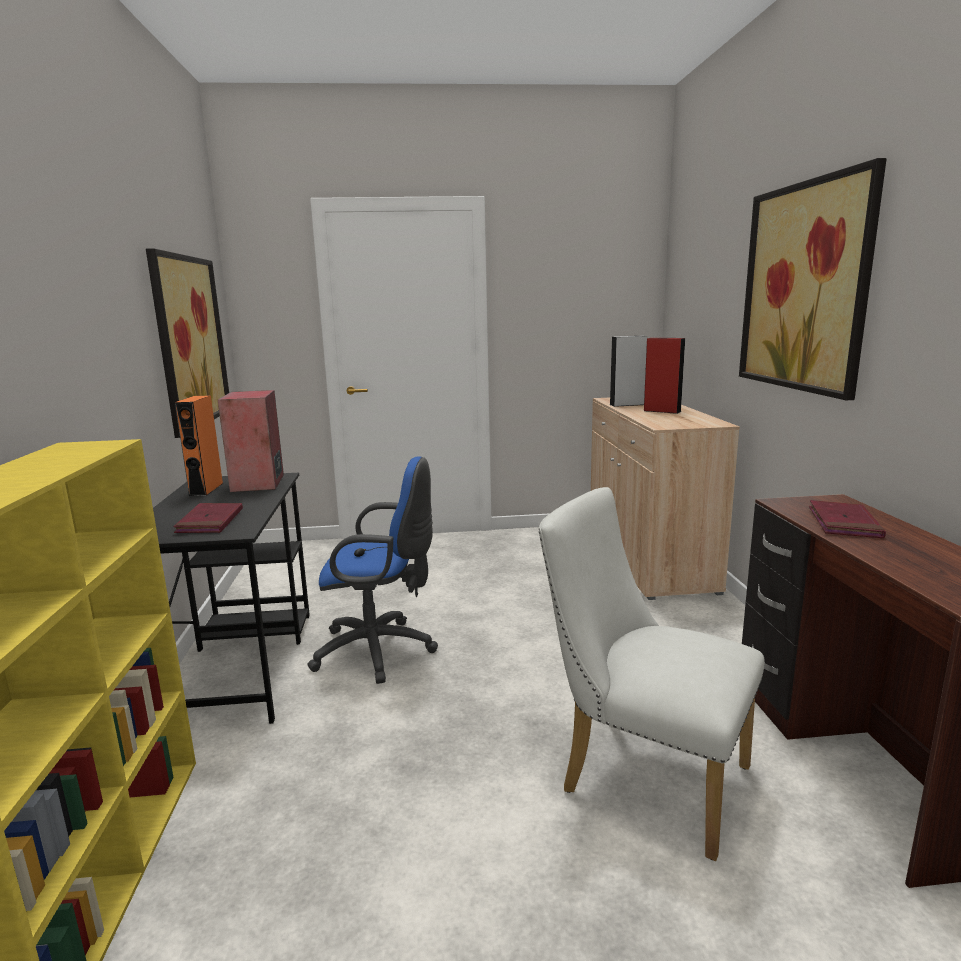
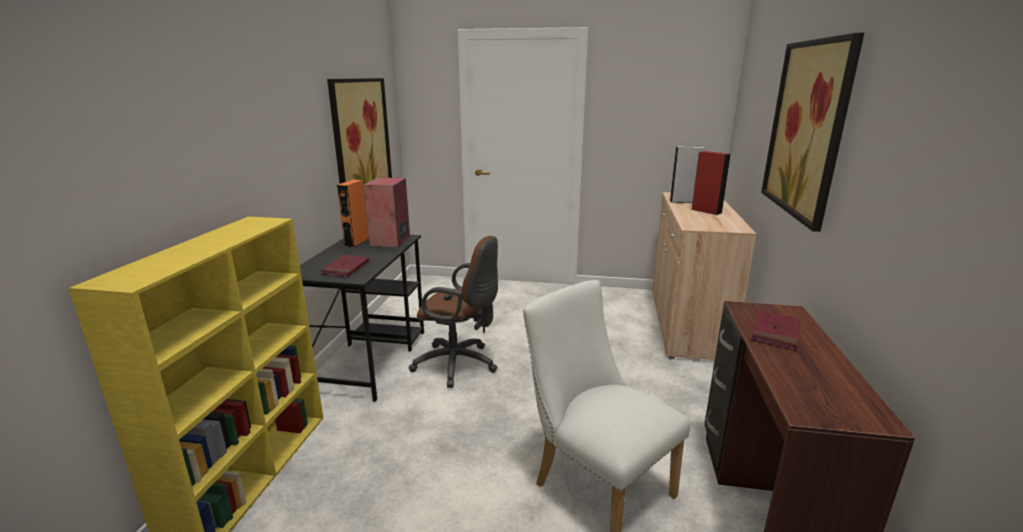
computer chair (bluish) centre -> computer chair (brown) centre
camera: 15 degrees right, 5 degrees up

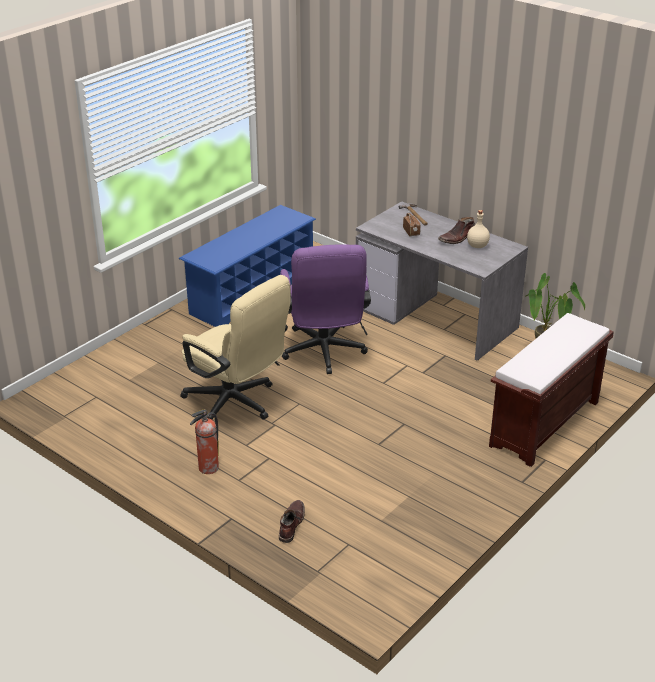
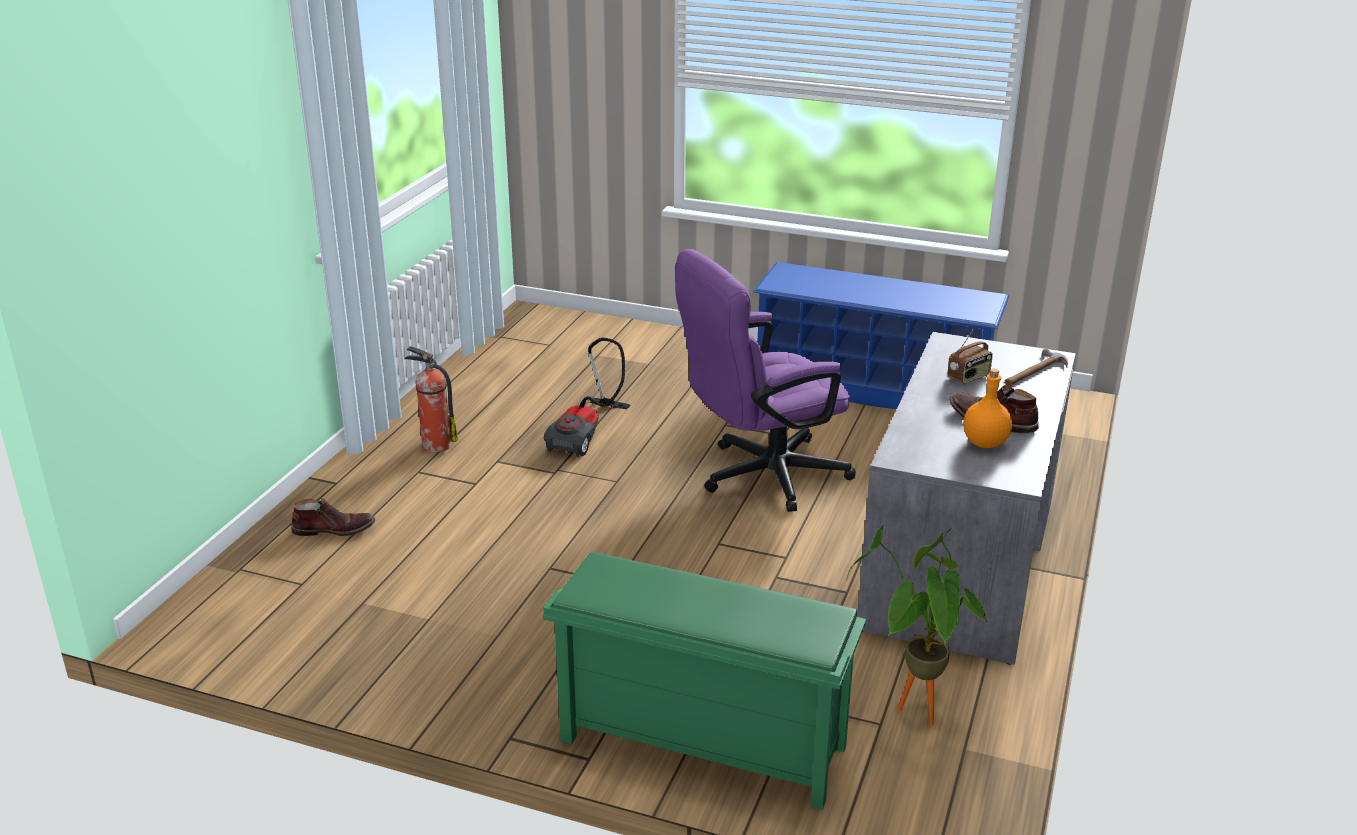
long seat (brown) middle right -> shoe shelf (greenish) bottom centre
computer chair (sand-coloured) centre -> vacuum centre
drink bottle (sand-coloured) middle right -> drink bottle (orange-coloured) middle right
camera: 70 degrees right, 5 degrees down

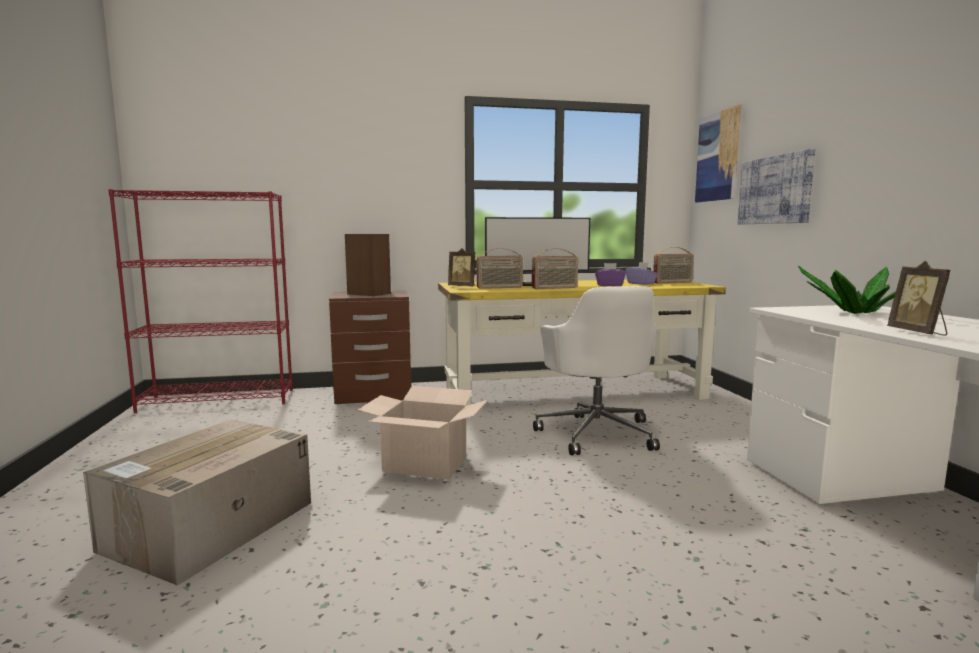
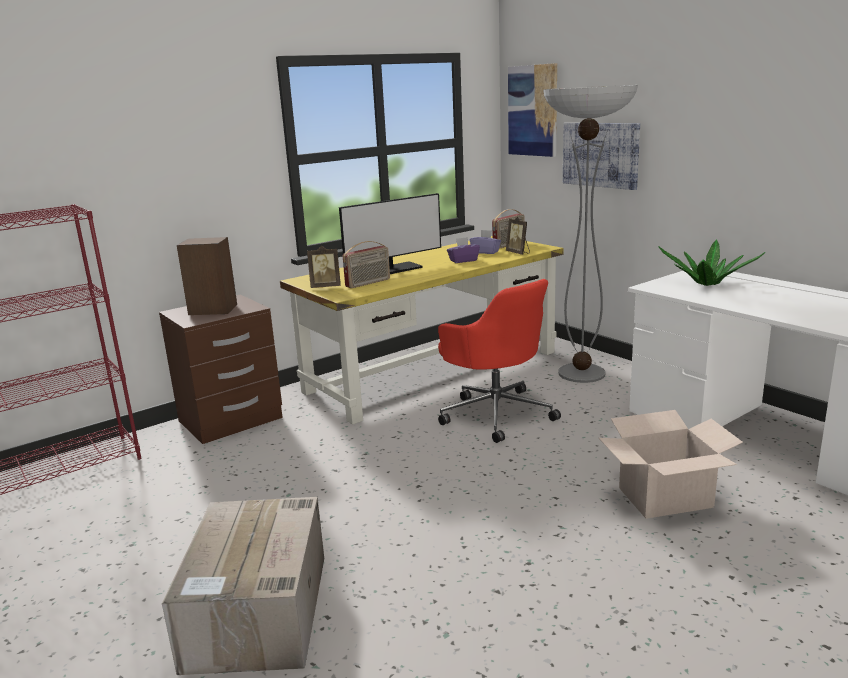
computer chair (white-coloured) centre -> computer chair (red) centre
standing frame (no. 2 from left) middle right -> standing frame (no. 2 from left) centre, relocated
none -> floor lamp middle right
packing box (no. 2 from left) centre -> packing box (no. 2 from left) bottom right, relocated
radio receiver (no. 2 from left) centre -> none
camera: 25 degrees left, 10 degrees up

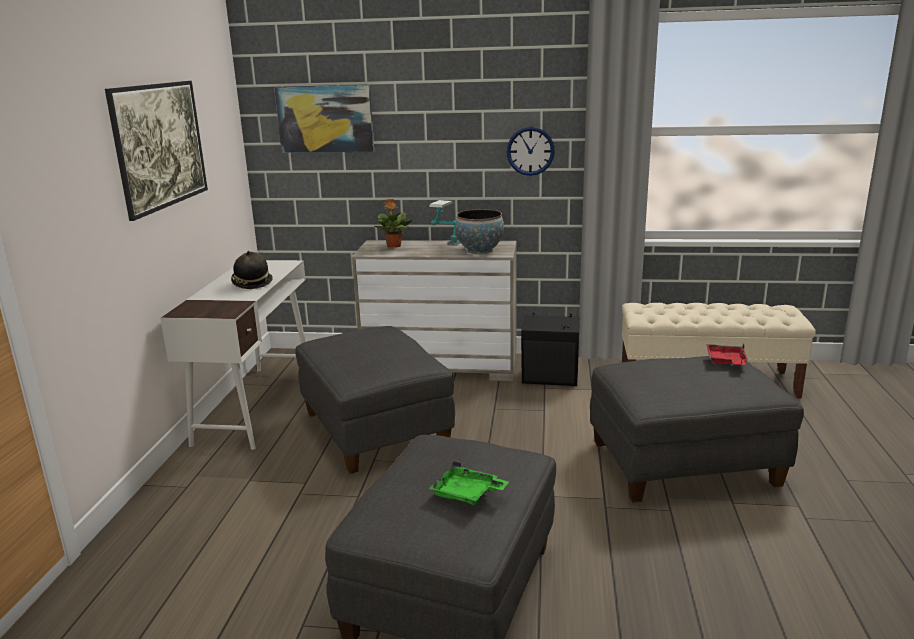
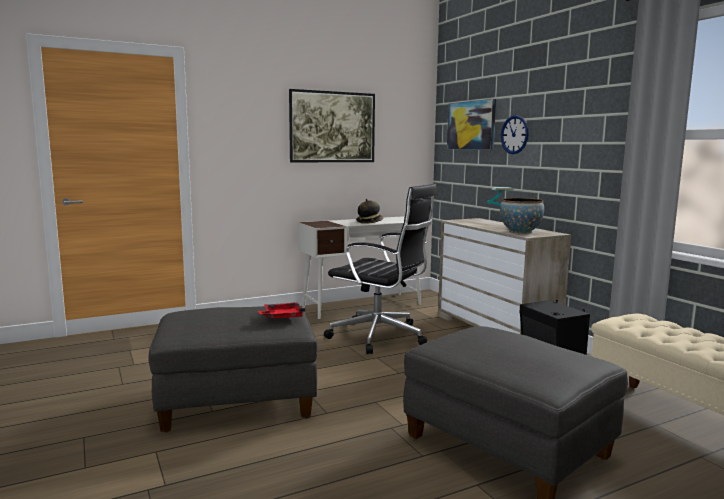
serving tray (red) middle right -> serving tray (red) centre, relocated
footrest (greyish) (no. 1 from left) centre -> computer chair (blackish) centre
wall clock top centre -> wall clock top right, relocated
houseplant centre -> none
serving tray (greenish) bottom centre -> none
camera: 55 degrees right, 10 degrees down

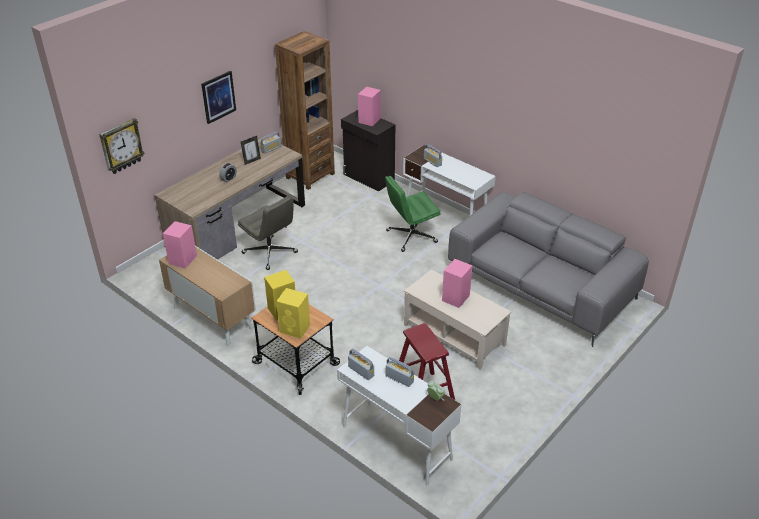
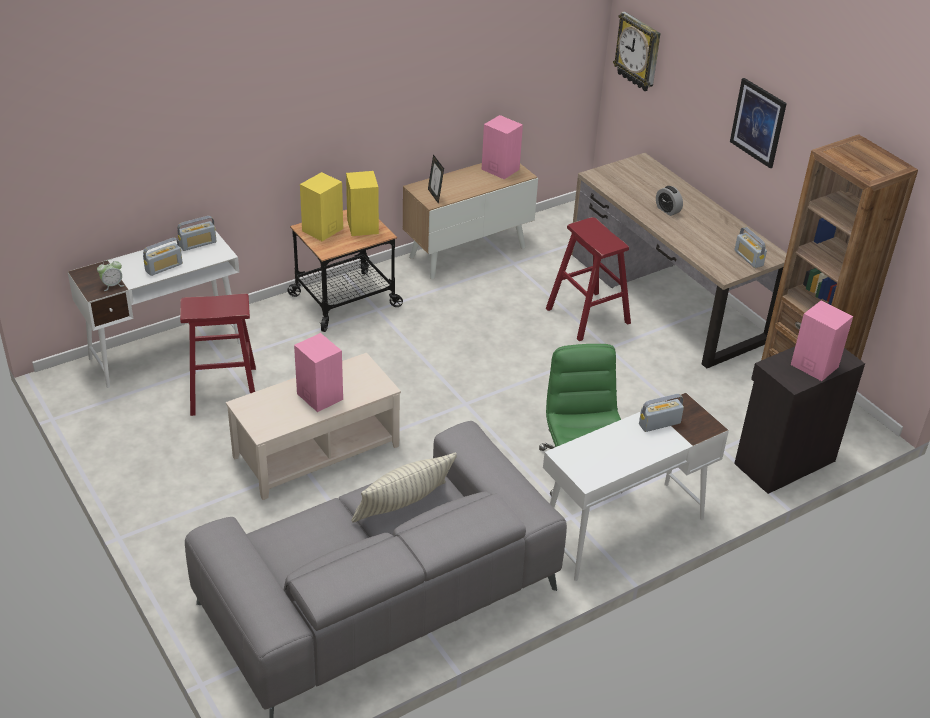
none -> cushion bottom centre
standing frame top left -> standing frame top centre, relocated
computer chair (greyish) centre -> sitting stool (red) (no. 2 from left) centre
camera: 105 degrees right, 0 degrees up

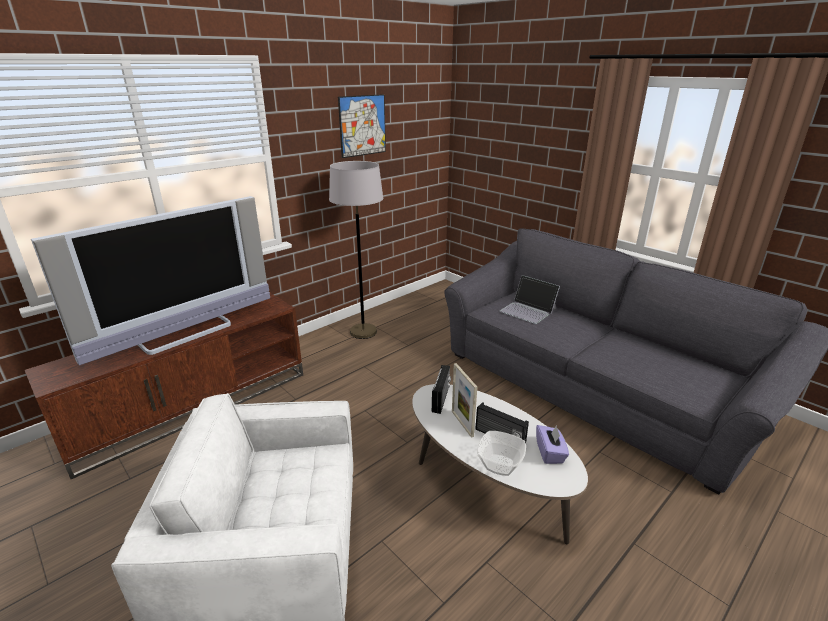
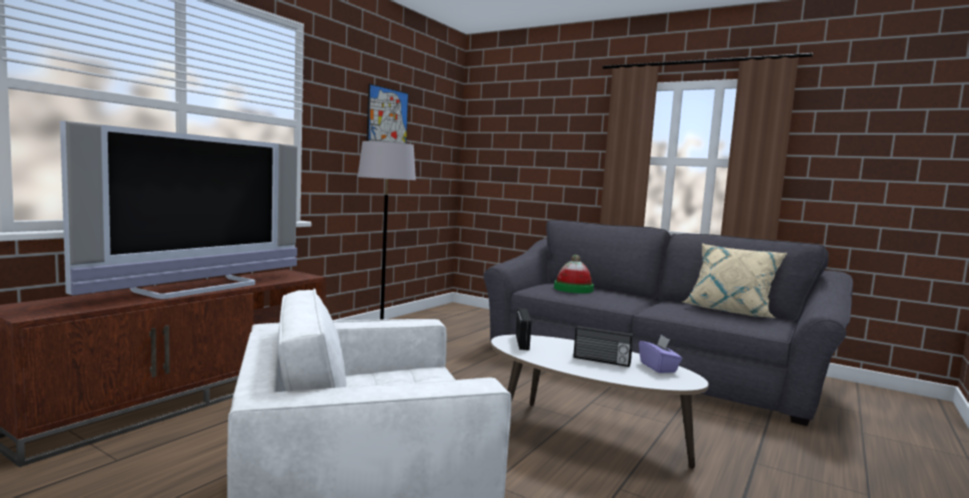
portable computer centre -> clothing hat centre
none -> cushion (sand-coloured) middle right
standing frame centre -> none
deep dish bottom centre -> none
camera: 15 degrees left, 20 degrees down

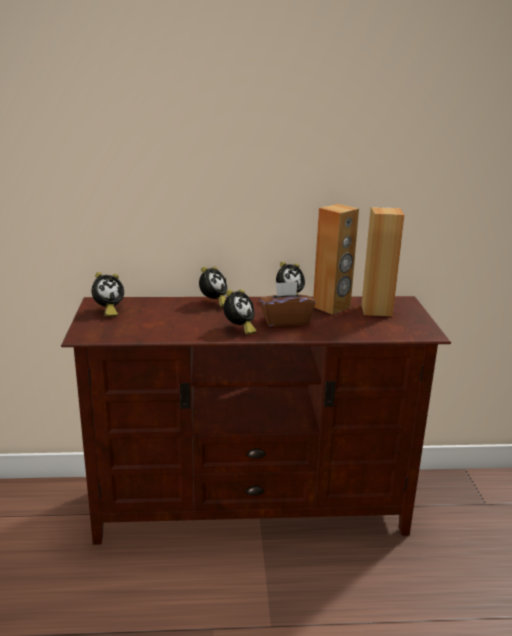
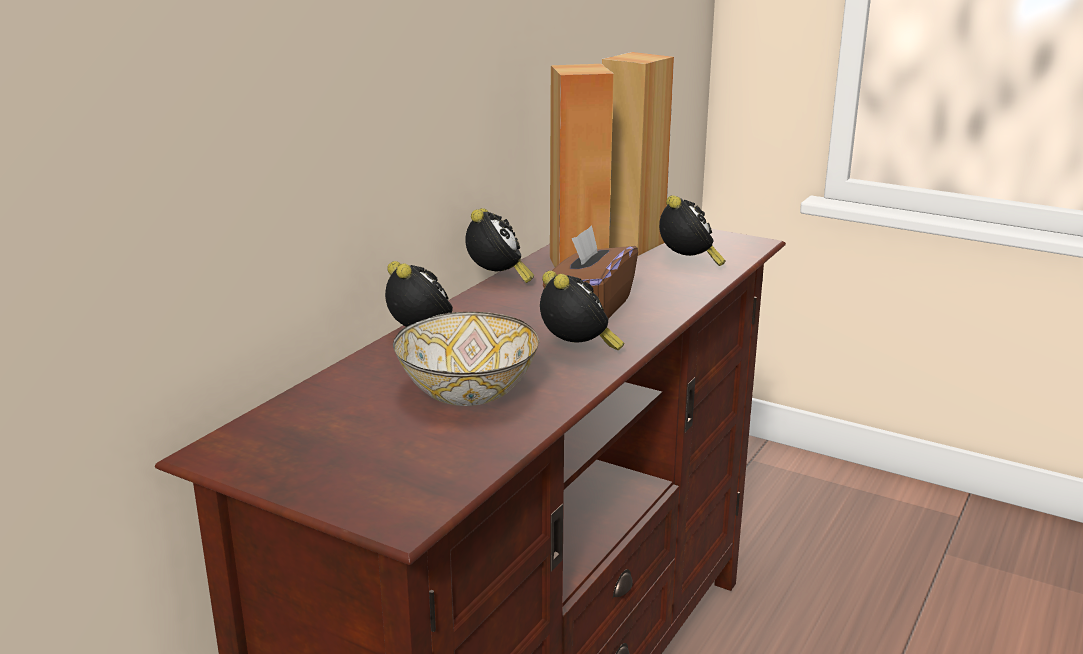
none -> deep dish centre
table clock (no. 1 from left in the first image) middle left -> table clock (no. 4 from left) centre, relocated
camera: 55 degrees left, 0 degrees up

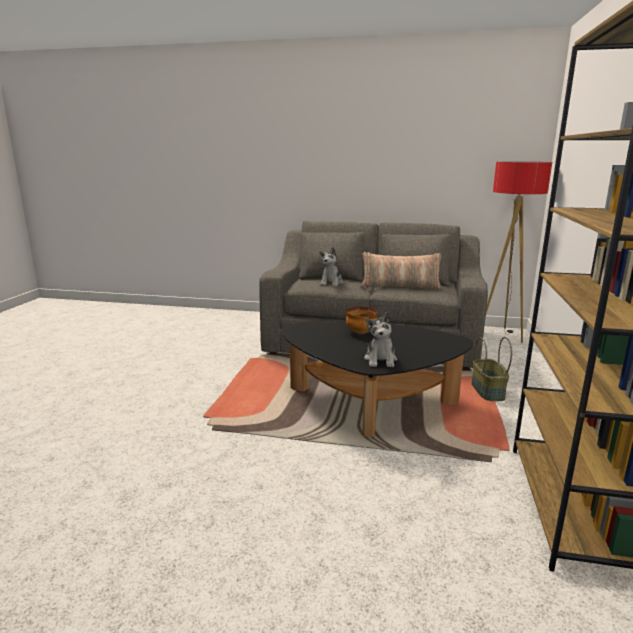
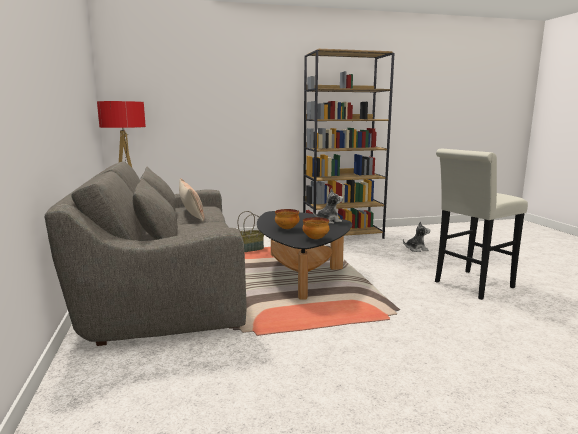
none -> deep dish (no. 2 from left) centre
soft toy (no. 1 from left in the first image) centre -> soft toy (no. 2 from left) middle right, relocated
none -> sitting stool (white-coloured) middle right
camera: 115 degrees left, 5 degrees down

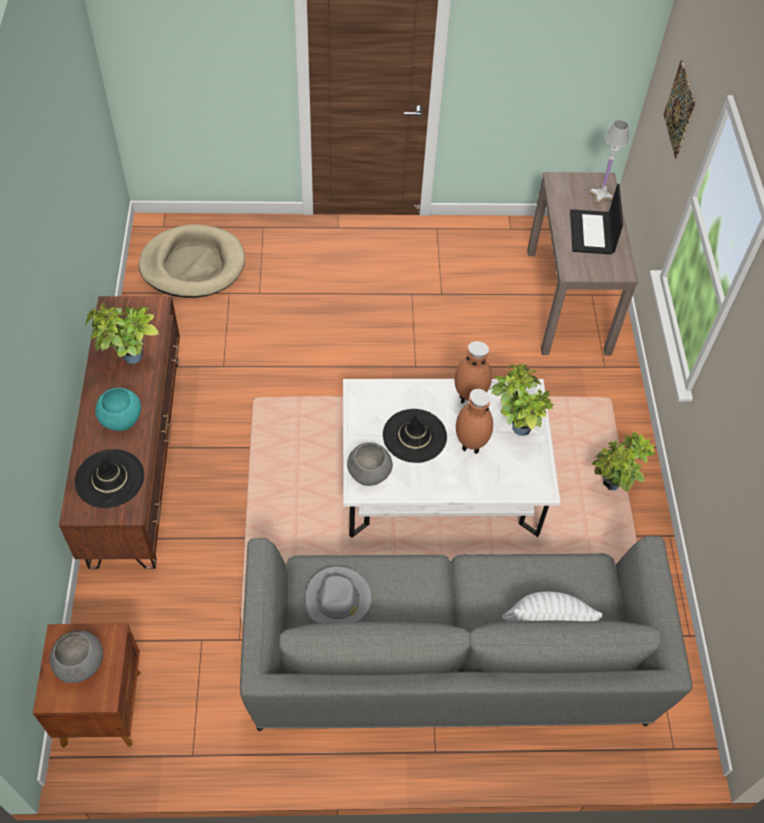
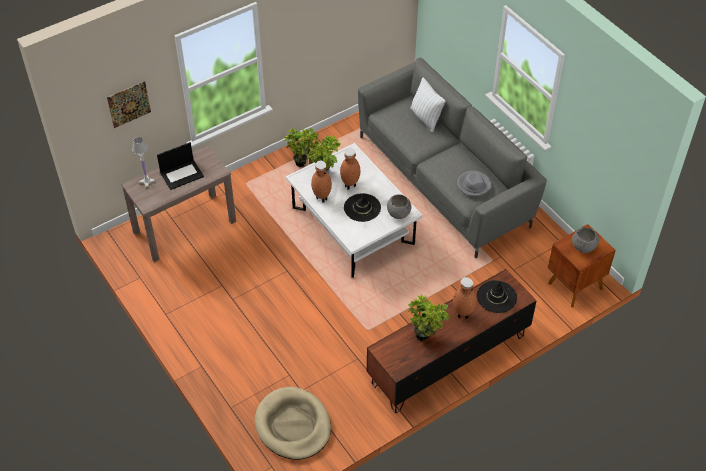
deep dish (turquoise-coloured) middle left -> vase (brown) (no. 3 from left) centre
camera: 120 degrees left, 5 degrees down

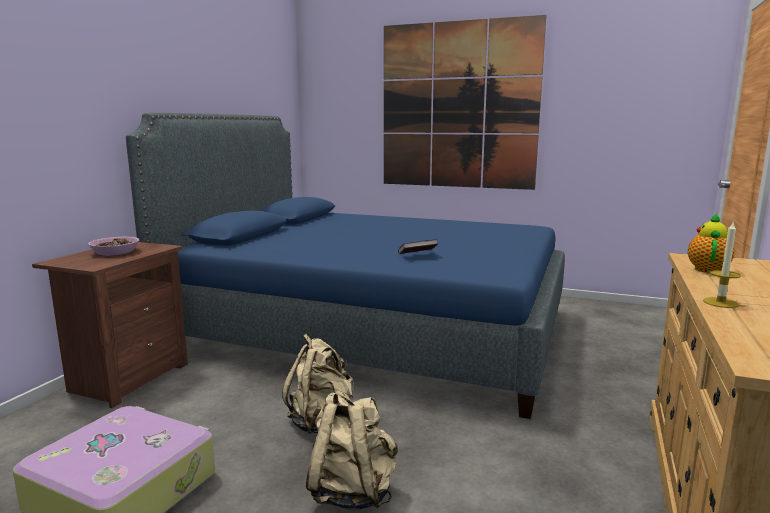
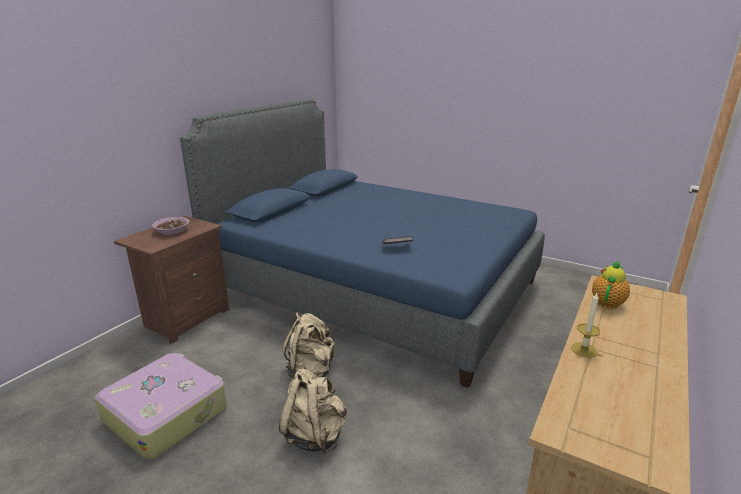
picture top centre -> none
camera: 10 degrees right, 10 degrees up

